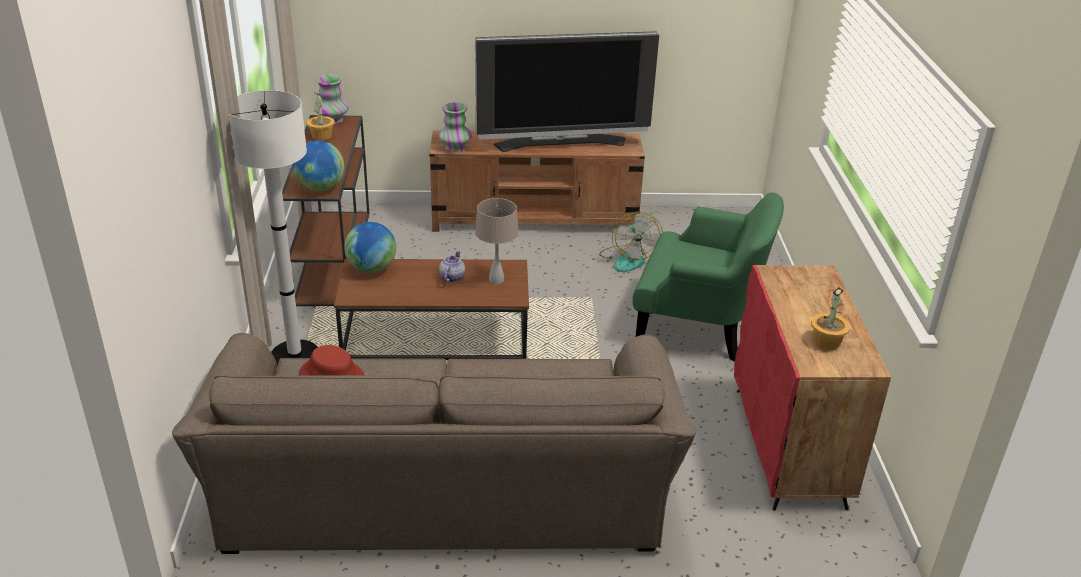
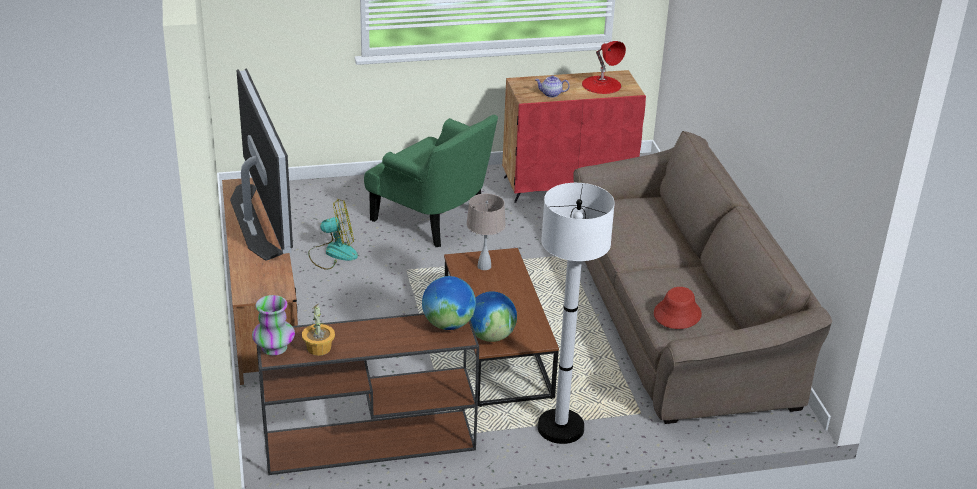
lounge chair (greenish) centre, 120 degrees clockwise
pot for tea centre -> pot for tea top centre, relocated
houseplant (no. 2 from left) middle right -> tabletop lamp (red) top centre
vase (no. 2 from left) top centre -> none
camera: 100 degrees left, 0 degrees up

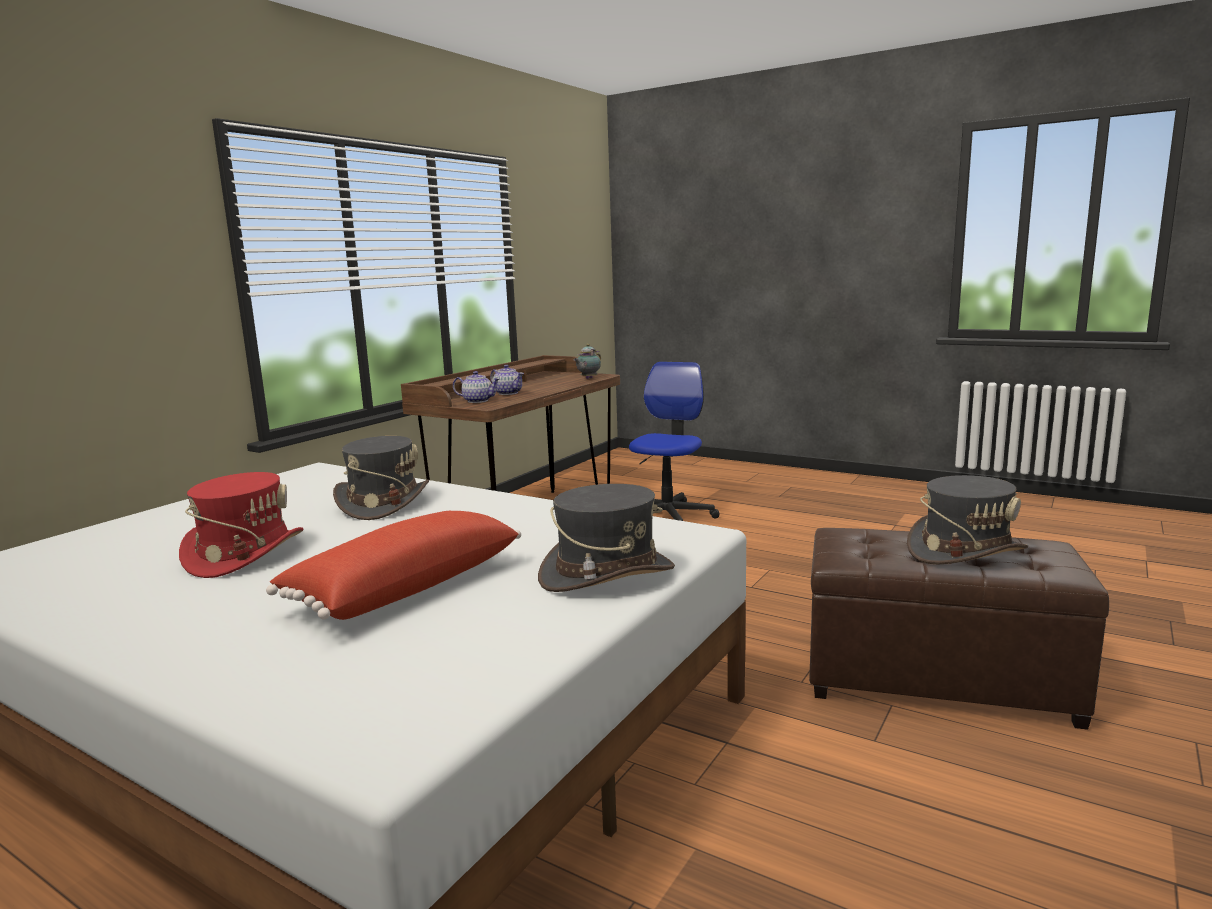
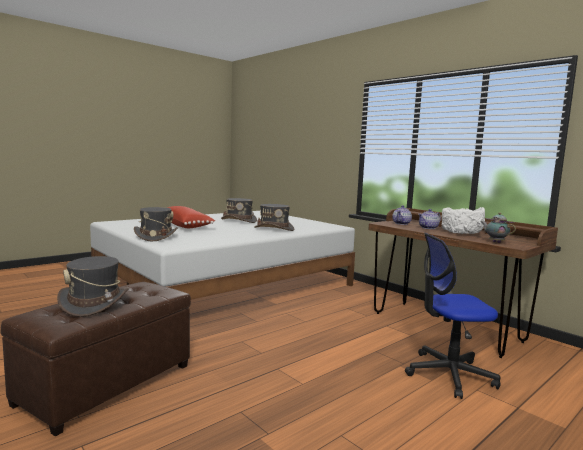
clothing hat (red) middle left -> clothing hat (greyish) (no. 3 from left) centre
computer chair centre -> computer chair bottom right, 135 degrees clockwise
none -> deep dish (white-coloured) middle right
camera: 105 degrees right, 5 degrees down

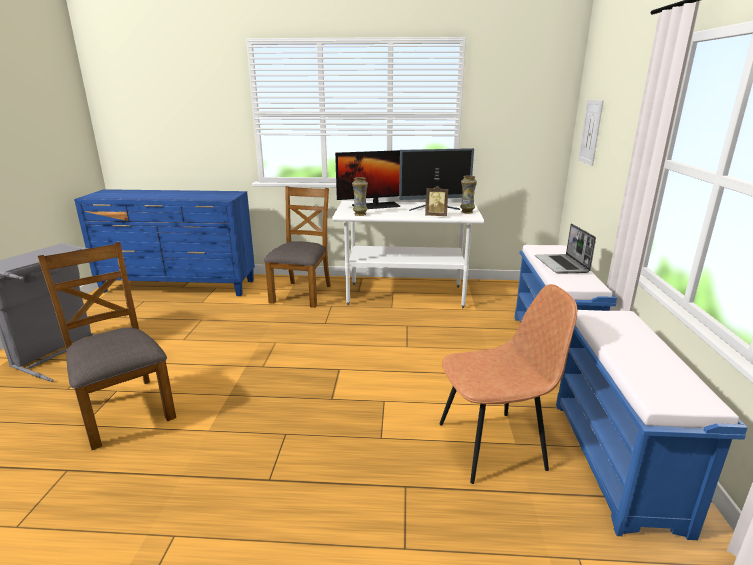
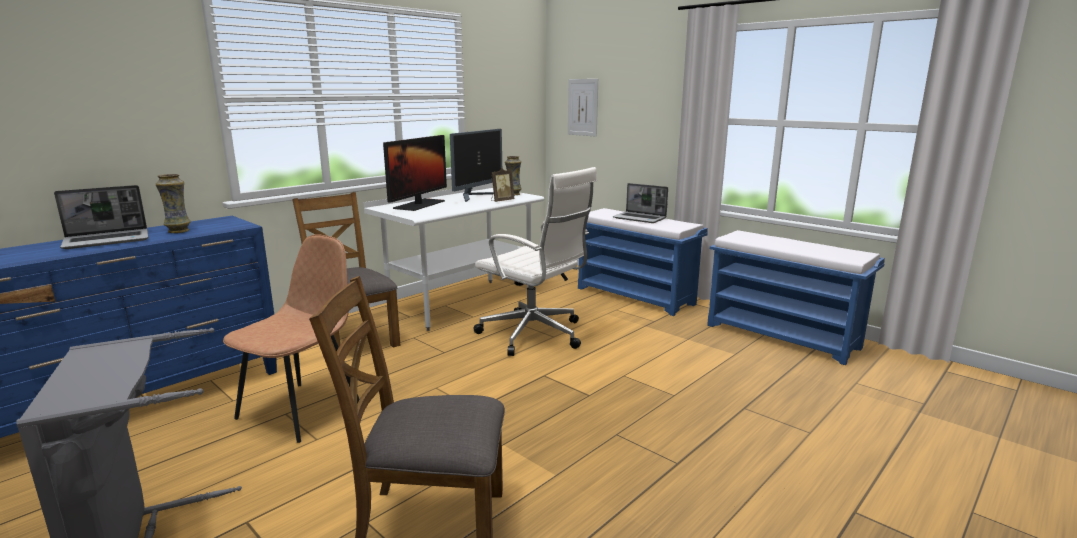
none -> portable computer (no. 1 from left) middle left
vase (no. 1 from left) centre -> vase (no. 1 from left) middle left, relocated
chair (brown) (no. 3 from left in the first image) bottom right -> chair (brown) (no. 1 from left) middle left, relocated
none -> computer chair (white-coloured) centre
camera: 50 degrees left, 5 degrees down

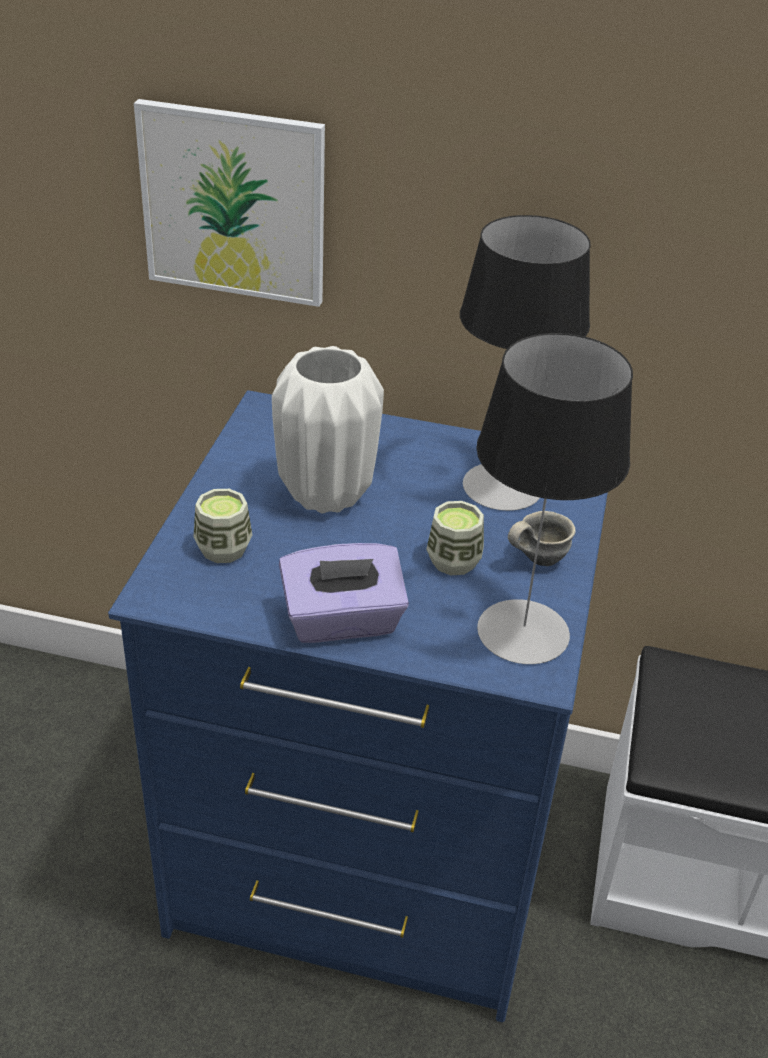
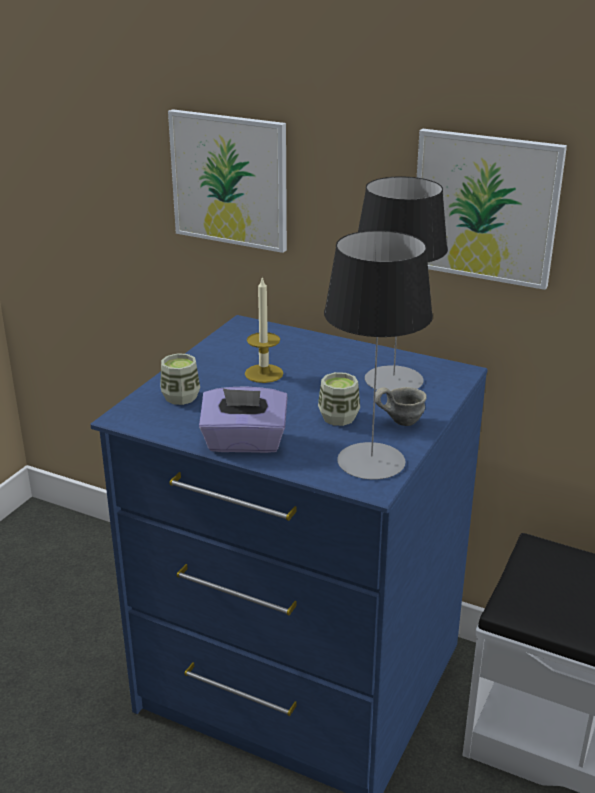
vase (white-coloured) centre -> candle centre
none -> picture (no. 2 from left) top right
camera: 15 degrees right, 10 degrees down

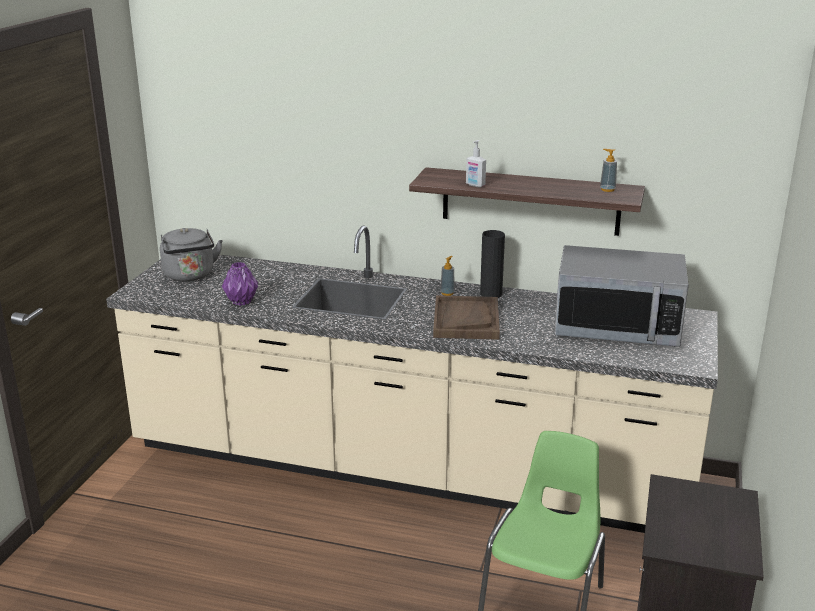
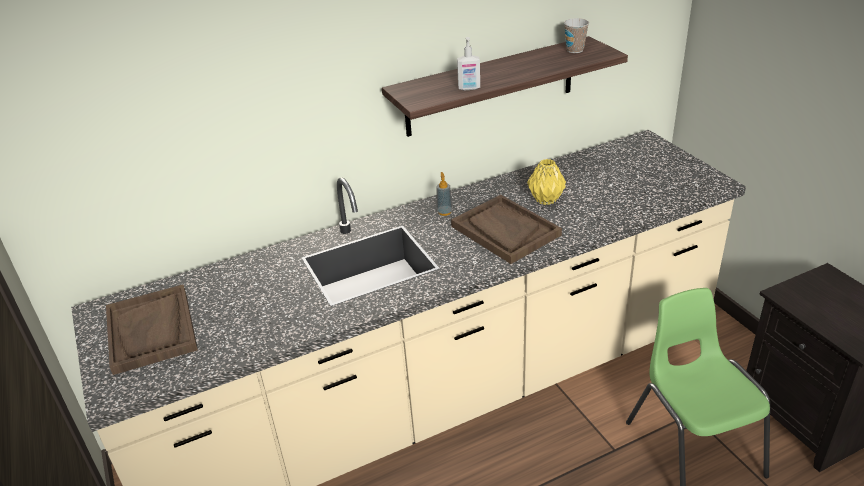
kettle (greyish) middle left -> serving tray (brown) (no. 1 from left) bottom left
none -> vase (yellowish) centre
soap dispenser (no. 3 from left) top right -> drinking cup top right
vase (purple-coloured) middle left -> none
vase (blackish) centre -> none
microwave middle right -> none
camera: 40 degrees left, 10 degrees up

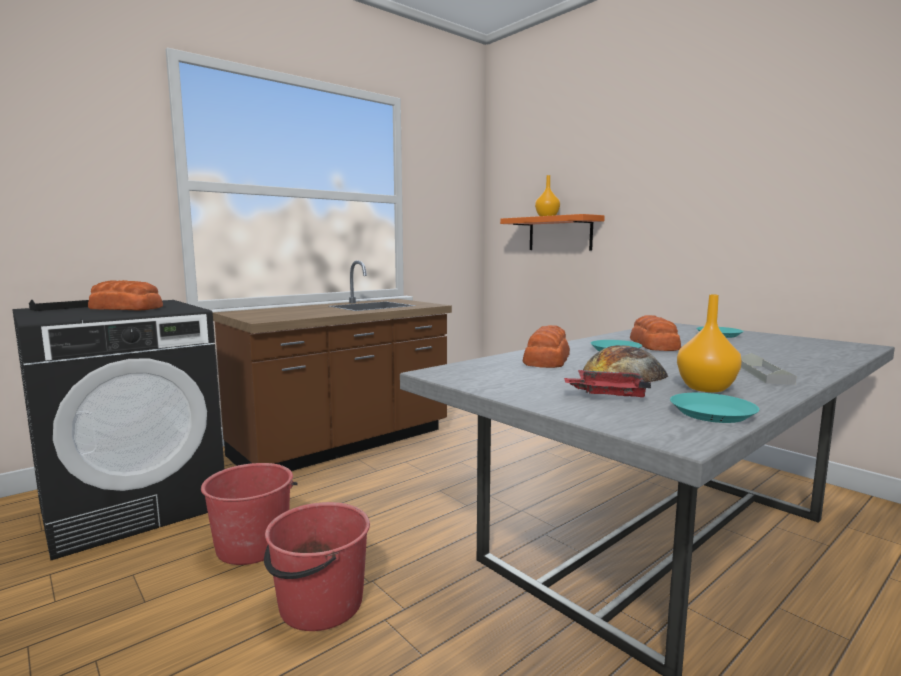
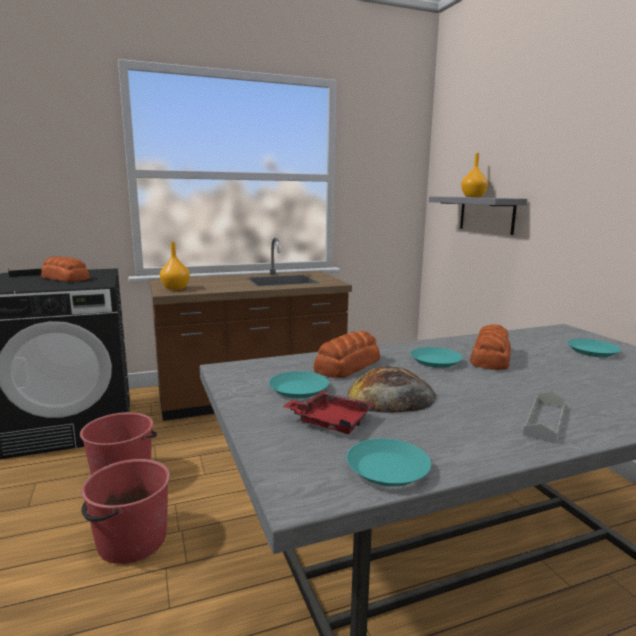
vase (orange-coloured) (no. 2 from left in the first image) middle right -> vase (orange-coloured) (no. 1 from left) middle left, relocated
none -> plate (turquoise-coloured) (no. 1 from left) centre
shelf (orange-coloured) centre -> shelf (greyish) middle right
camera: 20 degrees right, 5 degrees up

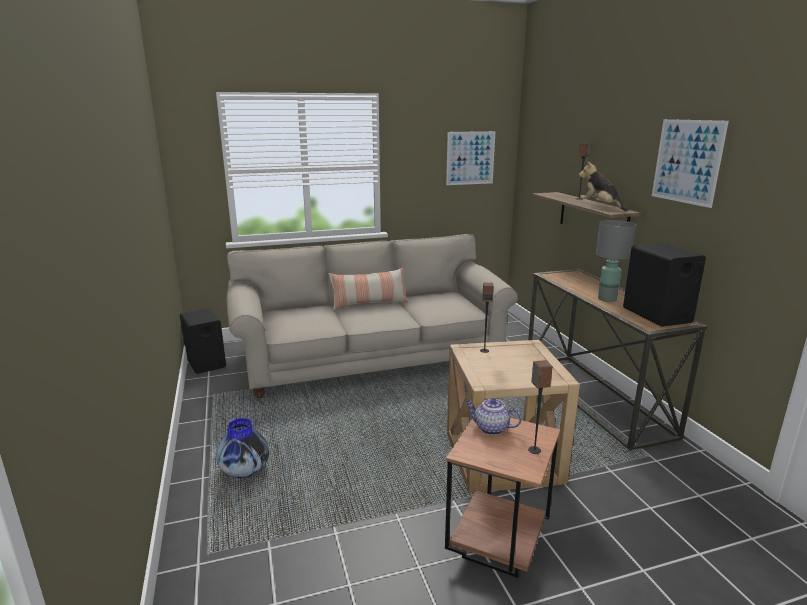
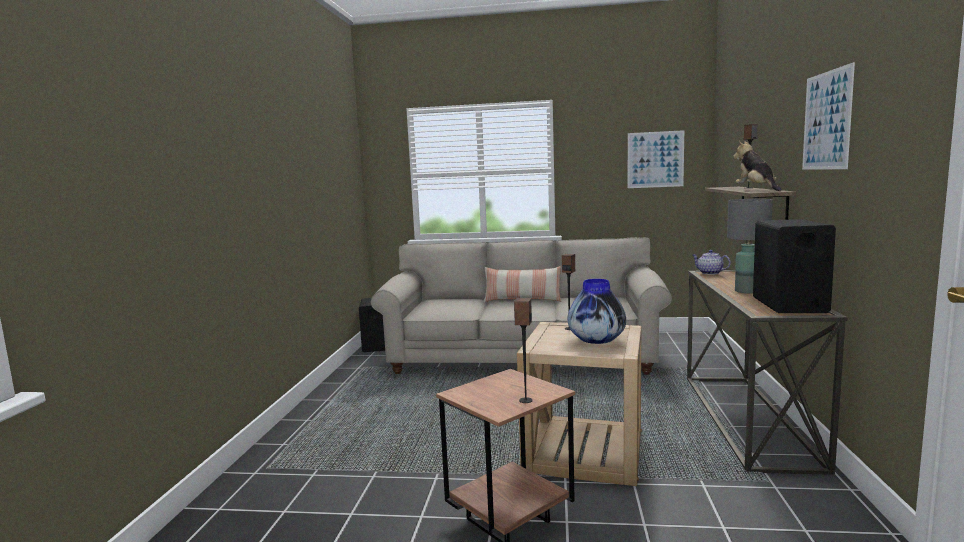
vase bottom left -> vase centre, relocated
pot for tea bottom centre -> pot for tea middle right, relocated
camera: 25 degrees right, 10 degrees down

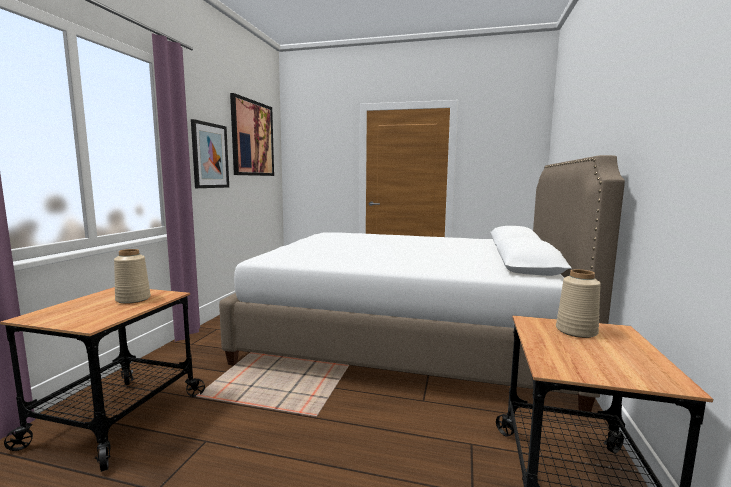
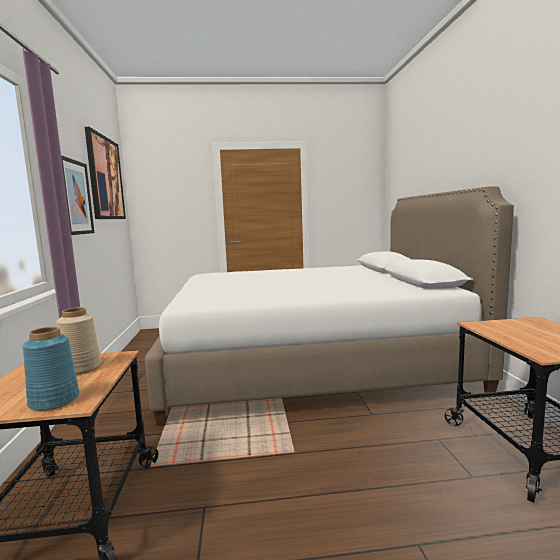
none -> vase (bluish) middle left
vase (sand-coloured) (no. 2 from left) middle right -> none
camera: 20 degrees left, 0 degrees up

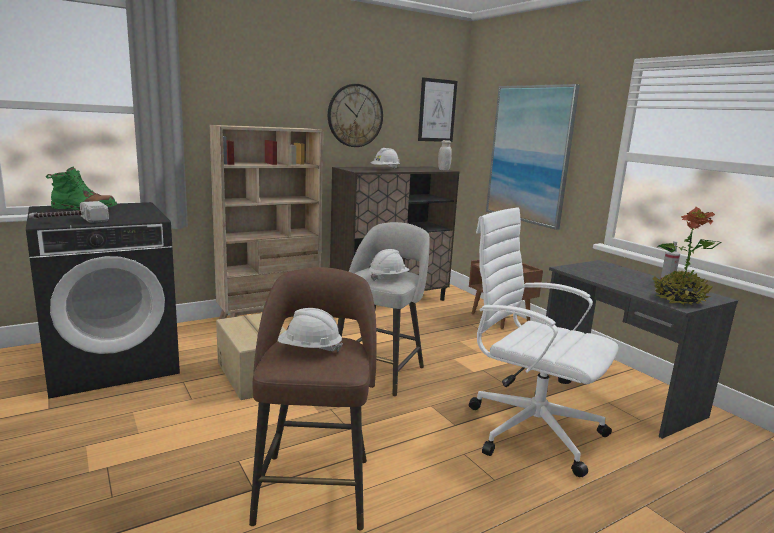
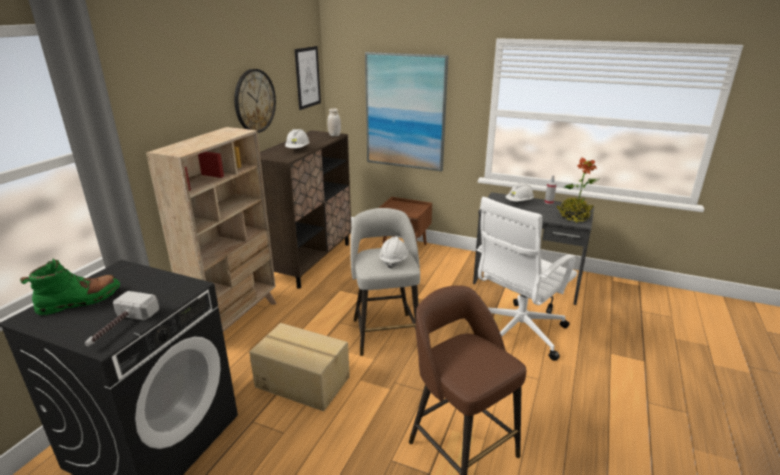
computer chair (white-coloured) middle right, 45 degrees counterclockwise
work helmet (white-coloured) (no. 1 from left in the first image) centre -> work helmet (white-coloured) (no. 3 from left) middle right, relocated
camera: 35 degrees left, 10 degrees up

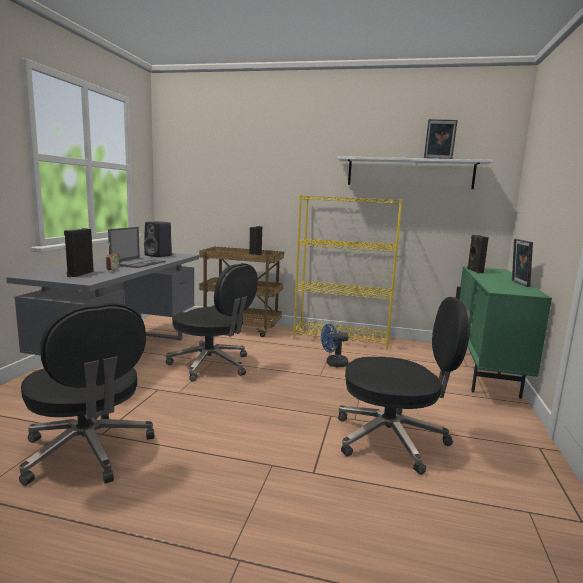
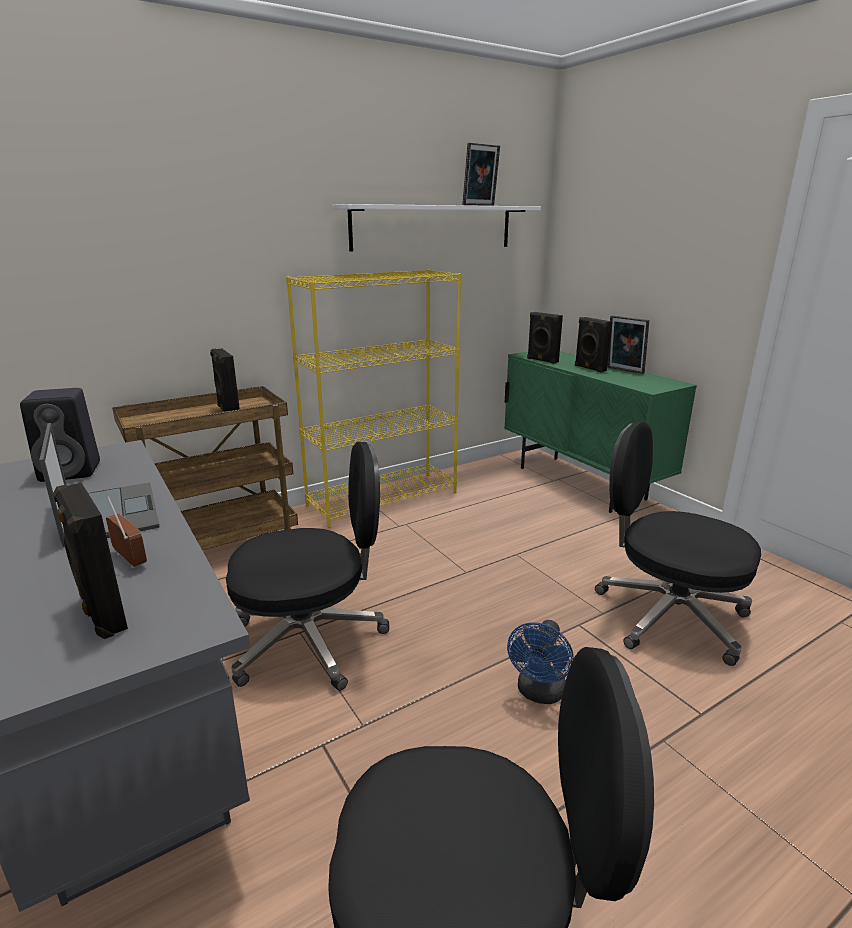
cooling fan (bluish) centre -> cooling fan (bluish) bottom centre, relocated
none -> loudspeaker (blackish) (no. 5 from left) middle right
computer chair (blackish) (no. 3 from left) middle right, 105 degrees counterclockwise
camera: 45 degrees left, 10 degrees up

